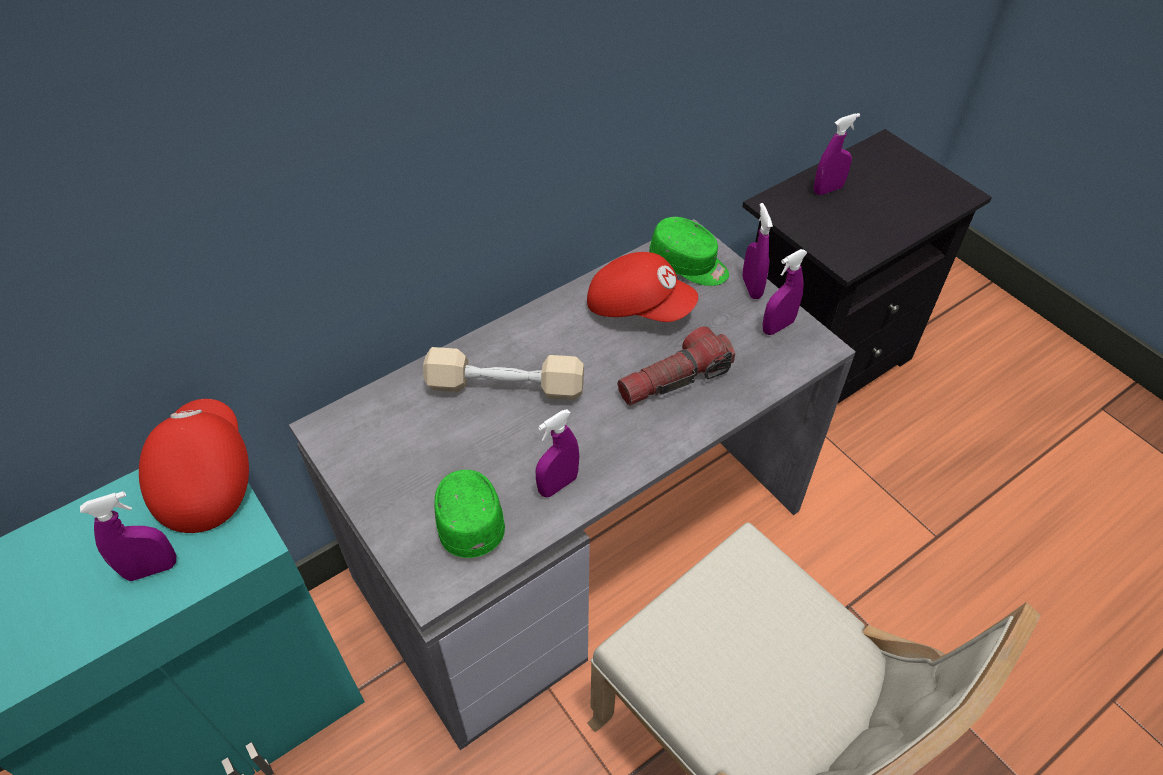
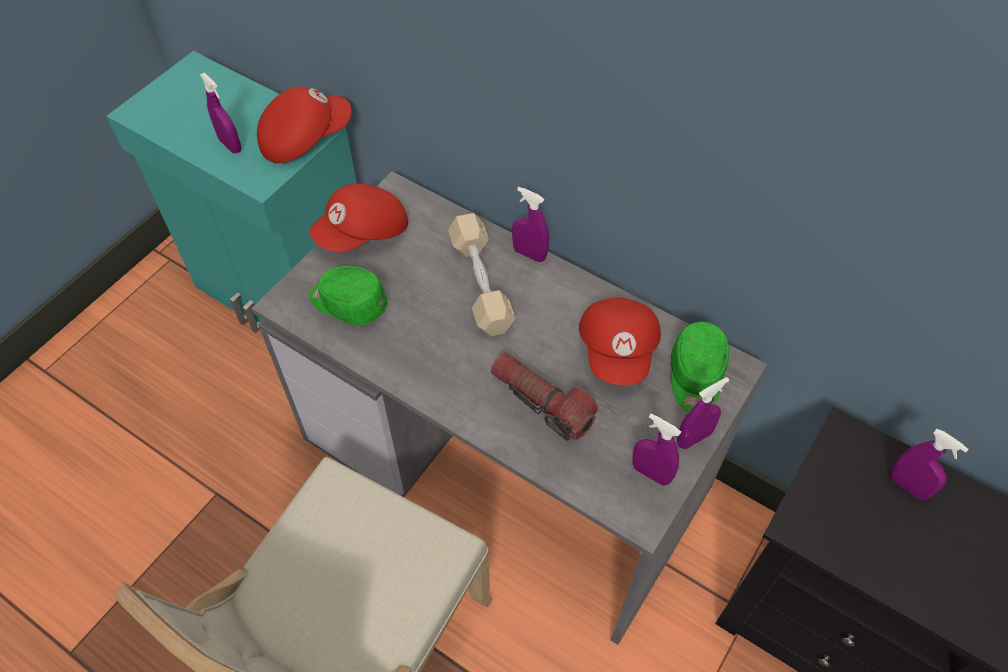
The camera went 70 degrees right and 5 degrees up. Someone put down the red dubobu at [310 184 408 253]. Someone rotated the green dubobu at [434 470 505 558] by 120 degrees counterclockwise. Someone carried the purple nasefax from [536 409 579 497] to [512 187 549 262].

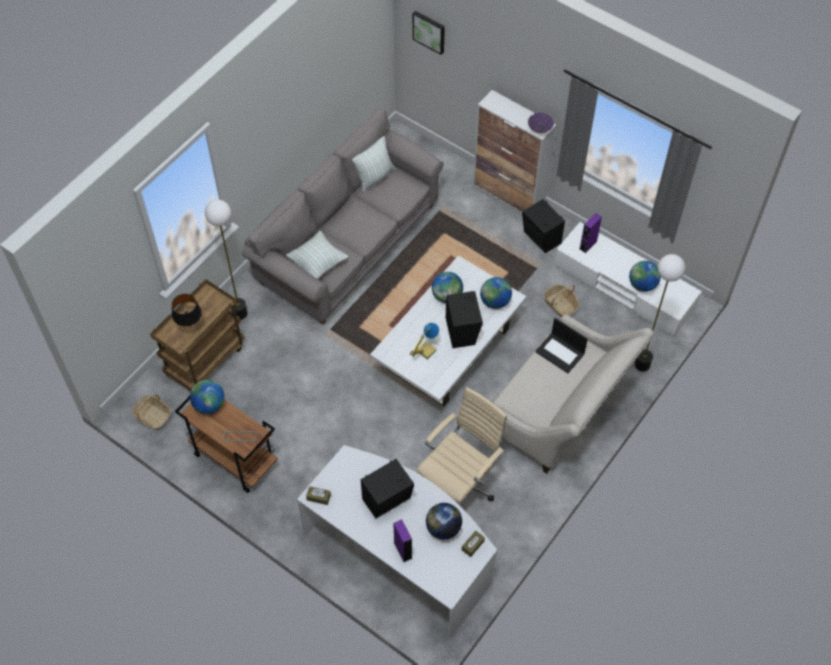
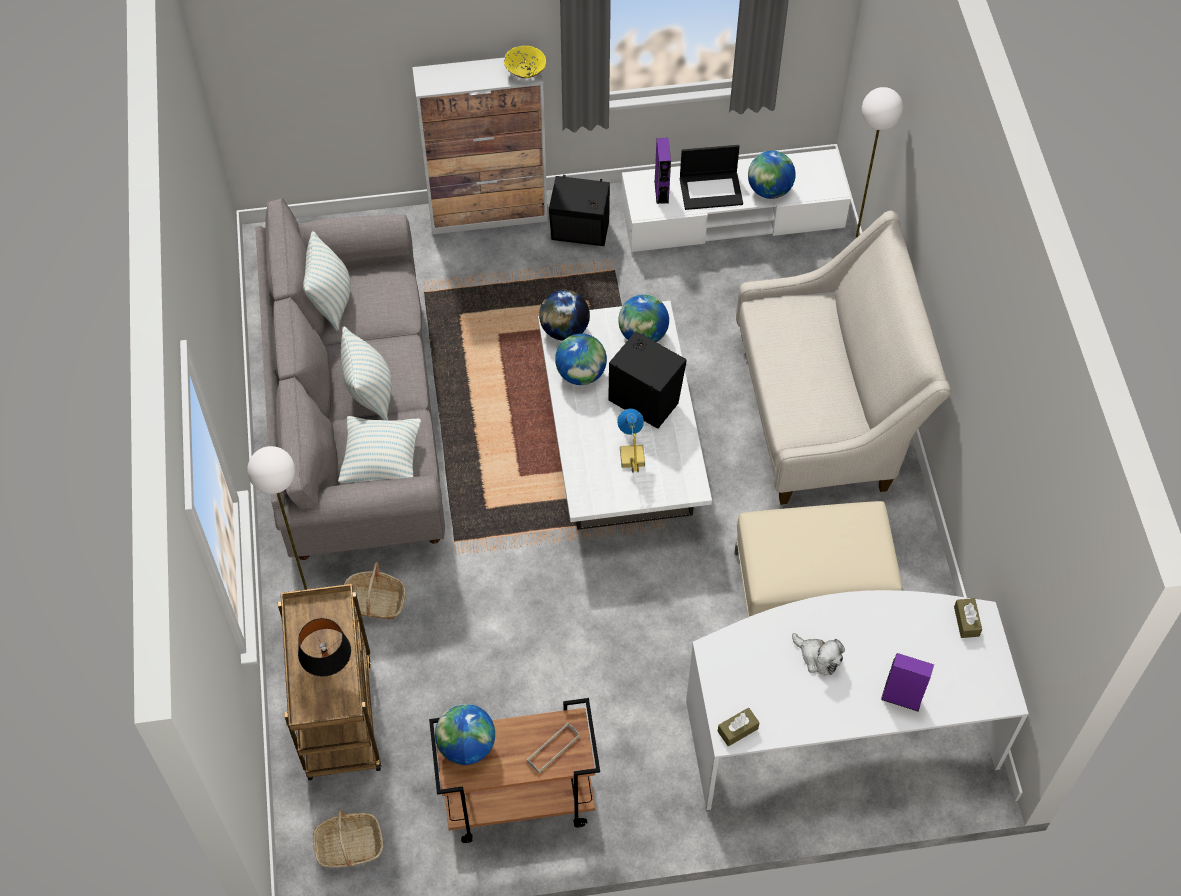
The camera went 45 degrees left and 0 degrees up. Someone put down the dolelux at [341 327 392 420]. Someone carried the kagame from [543 284 579 317] to [344 562 406 619]. Someone repainted the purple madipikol at [528 112 554 133], which became the yellow madipikol at [504 46 546 78]. Someone carried the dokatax from [426 503 462 540] to [539 290 590 341]. Someone carried the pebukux from [535 318 588 373] to [680 145 743 210]. Someone swapped the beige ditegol at [417 387 507 502] for the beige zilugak at [734 501 903 617]. Someone swapped the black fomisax at [361 459 414 518] for the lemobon at [792 633 845 675]. Someone took away the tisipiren at [413 11 445 55].

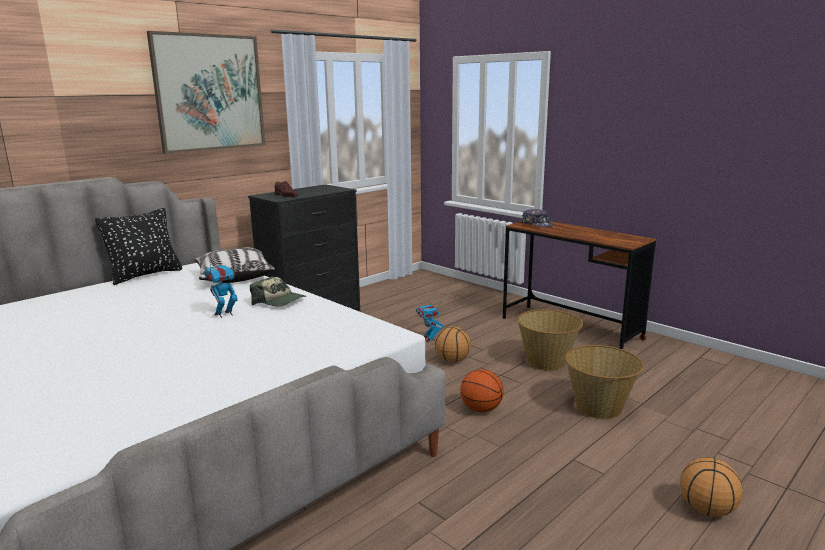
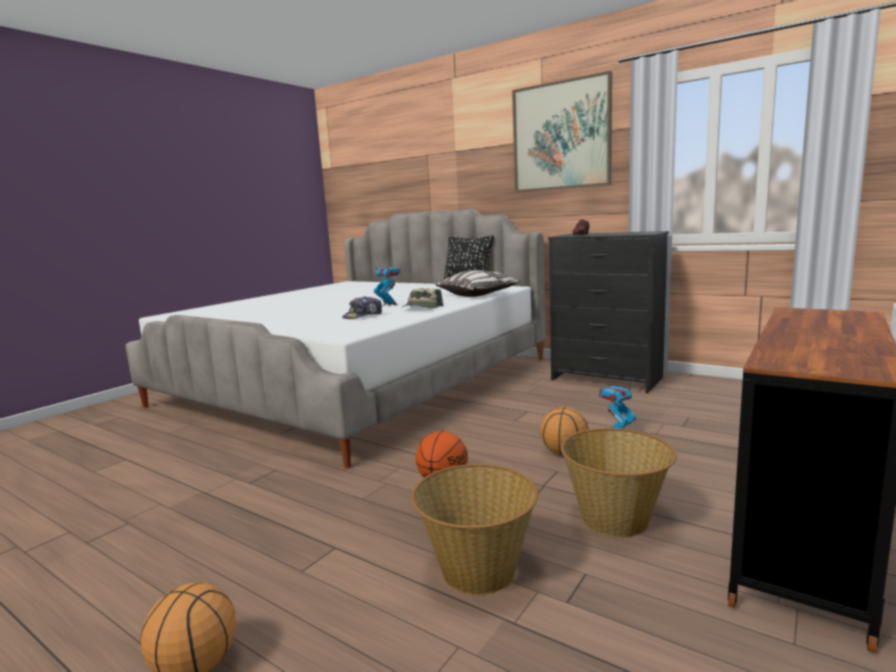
The camera went 80 degrees right and 5 degrees down. Someone carried the dubobu from [521 209 554 227] to [342 296 382 319].

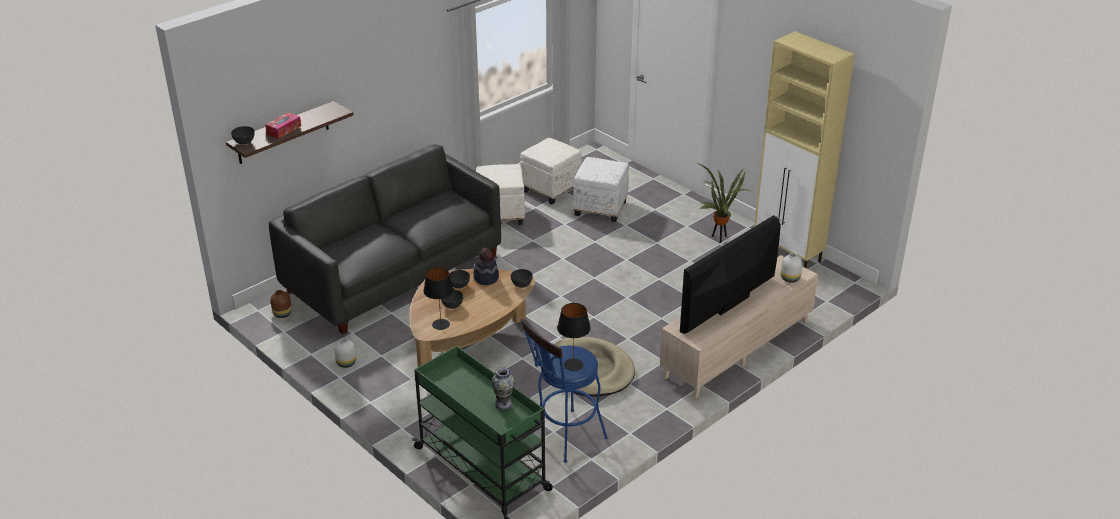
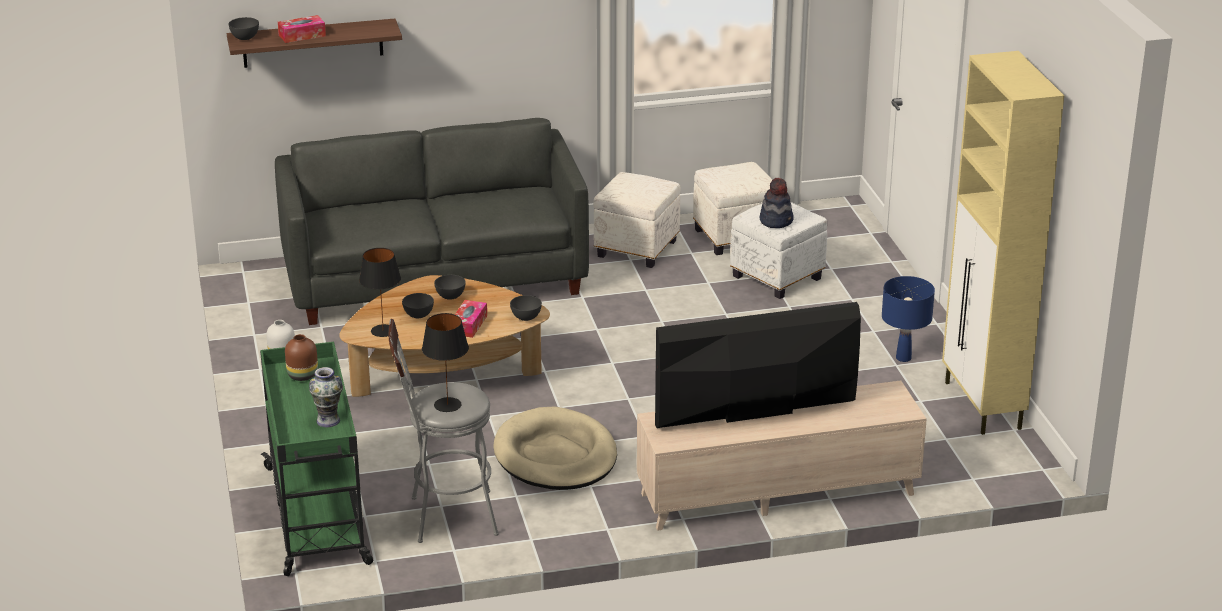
The camera went 30 degrees right and 5 degrees down. Someone carried the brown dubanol from [270 290 292 318] to [285 334 318 381]. Someone repainted the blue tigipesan at [520 319 608 463], which became the grey tigipesan at [389 319 499 543]. Someone put down the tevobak at [455 300 487 338]. Someone carried the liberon from [473 248 499 285] to [759 178 794 228]. Someone swapped the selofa at [695 162 750 243] for the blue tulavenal at [882 276 935 362]. Someone took away the white dubanol at [781 253 802 283].

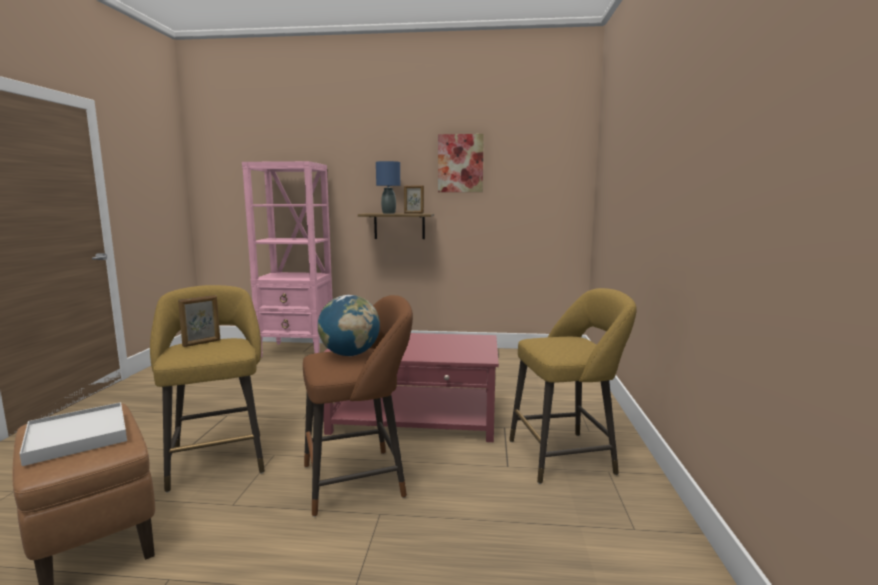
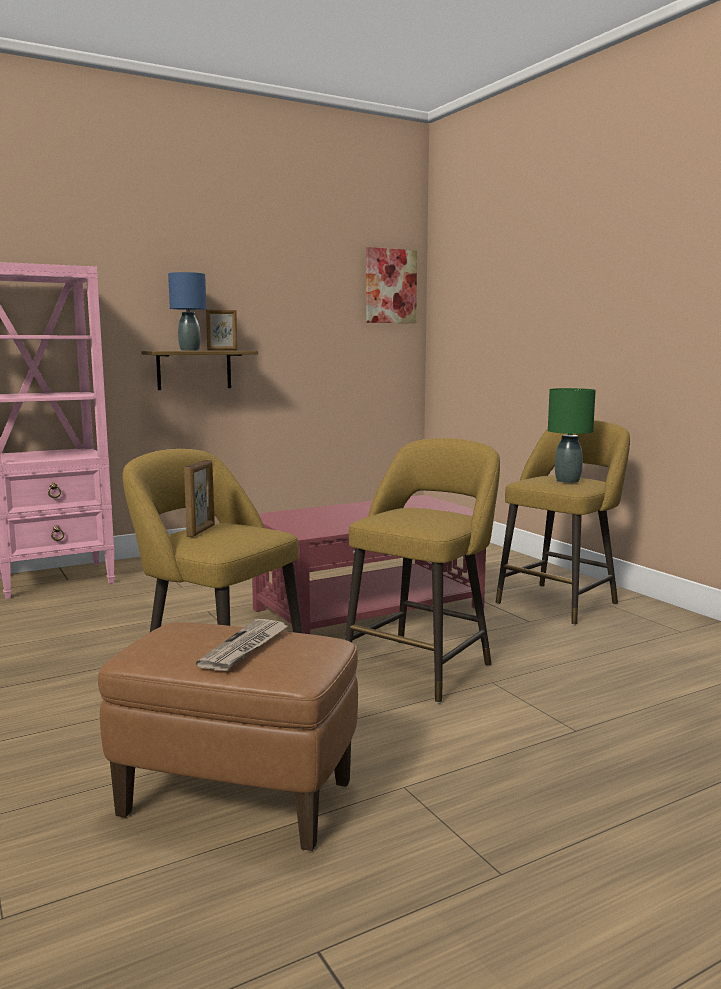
The camera went 35 degrees left and 0 degrees up. Someone swapped the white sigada at [20 402 127 466] for the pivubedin at [196 619 288 671]. Someone repainted the brown tigipesan at [303 295 413 517], which became the yellow tigipesan at [345 438 500 703]. Someone carried the tisipiren from [438 134 484 192] to [366 247 417 323]. Someone put down the green tulavenal at [548 388 596 483]. Someone took away the dokatax at [318 295 380 356].

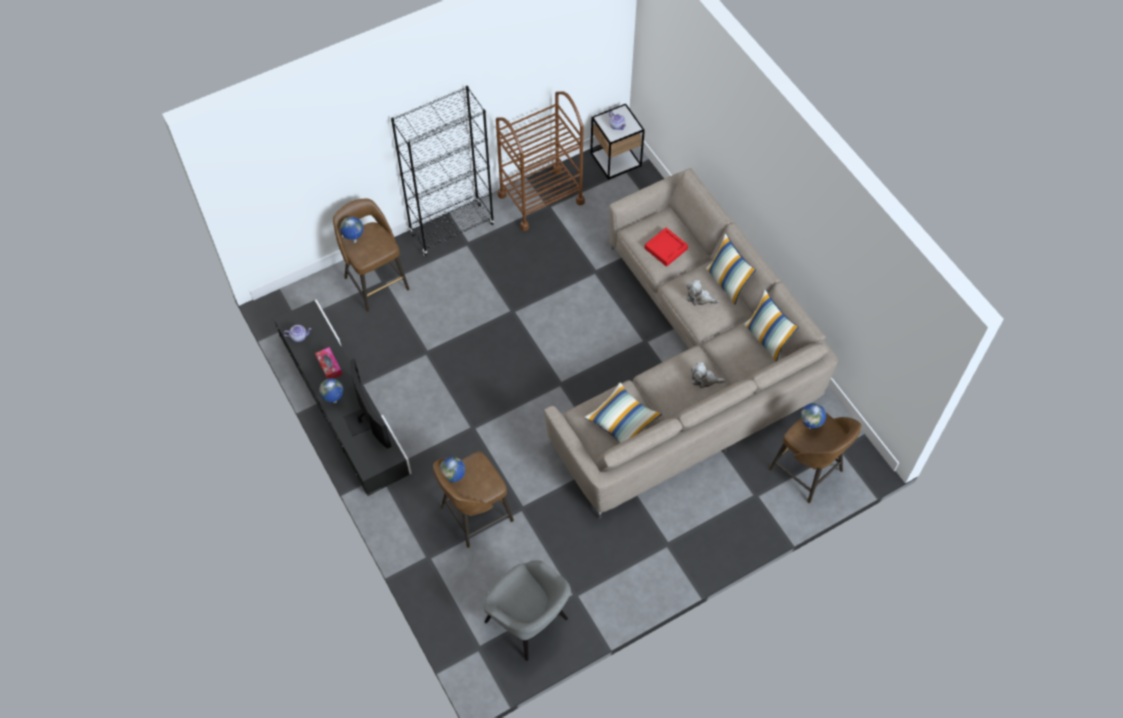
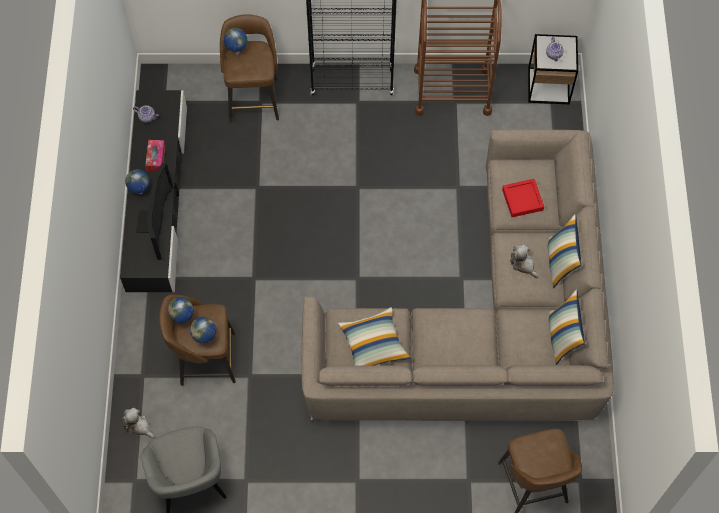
The camera went 30 degrees right and 5 degrees up. Someone carried the lemobon from [691 362 726 388] to [122 408 154 439]. Someone carried the dokatax from [801 403 826 429] to [190 317 216 343].

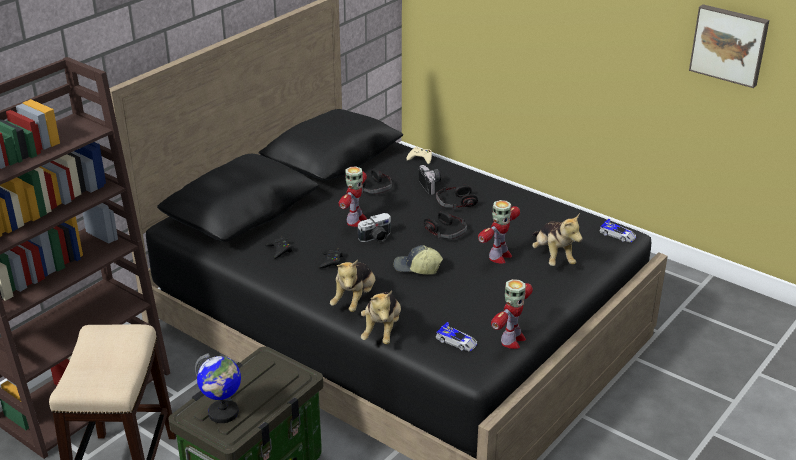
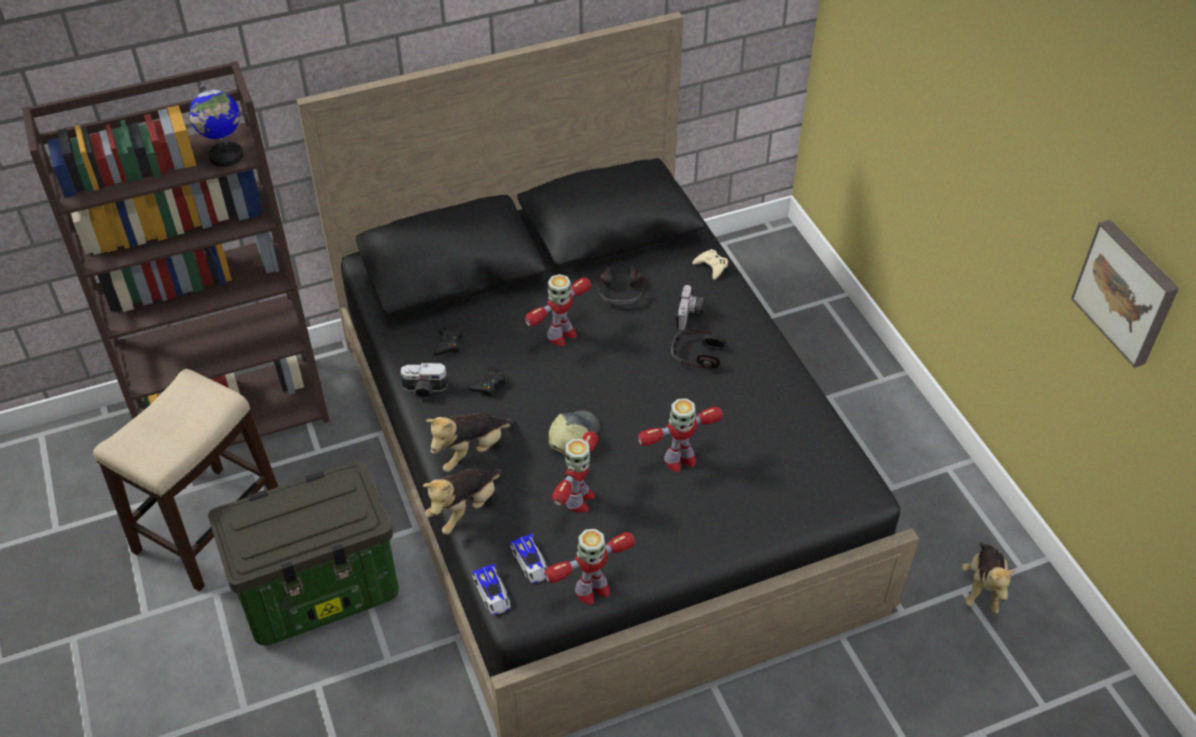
The camera went 30 degrees right and 15 degrees up. Someone carried the dokatax from [195 353 241 423] to [189 83 243 167]. Someone carried the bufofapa from [358 213 391 242] to [400 363 448 400]. Someone carried the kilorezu from [599 219 636 242] to [472 563 511 615]. Someone rotated the dubobu at [394 245 443 275] by 75 degrees clockwise. Someone put down the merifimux at [552 431 598 513]. Someone carried the lemobon from [532 214 583 266] to [961 543 1015 614]. Someone took away the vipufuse at [424 211 467 239].

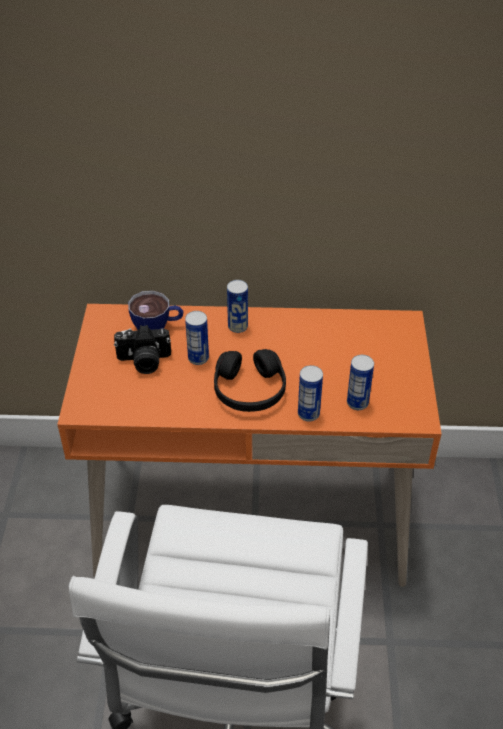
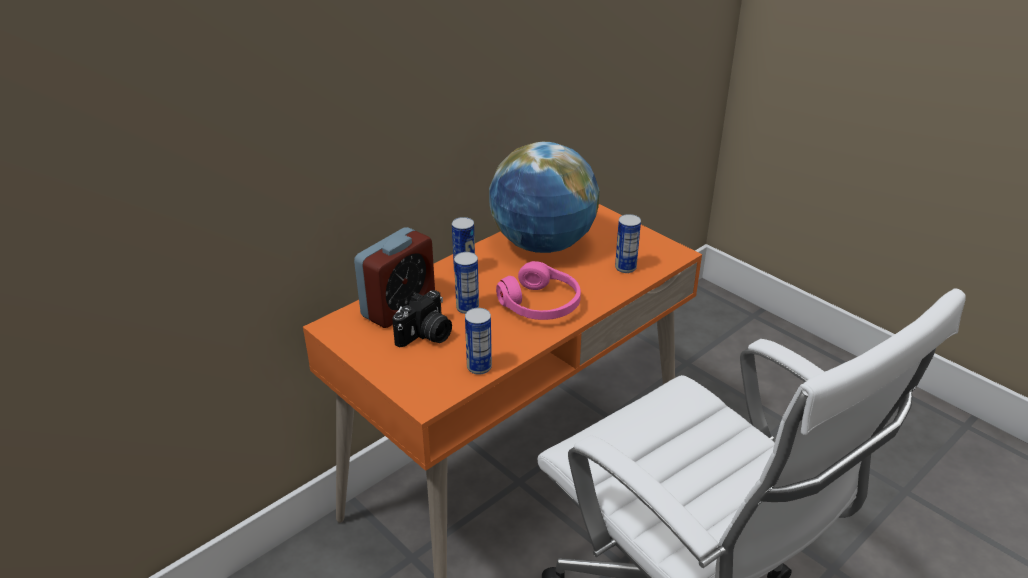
The camera went 45 degrees left and 10 degrees down. Someone swapped the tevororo at [128 291 183 330] for the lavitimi at [354 227 435 328]. Someone carried the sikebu from [298 365 323 422] to [465 308 492 375]. Someone put down the dokatax at [489 142 600 253]. Someone repainted the black vipufuse at [214 349 286 412], which became the pink vipufuse at [496 261 581 320].

